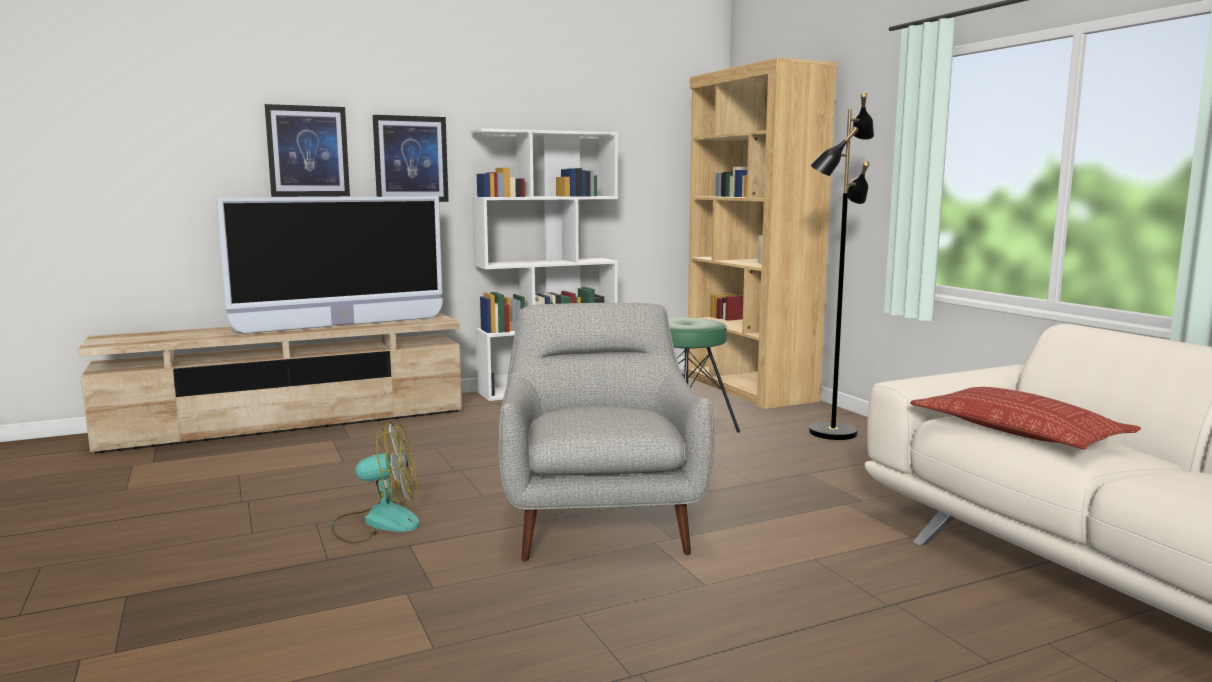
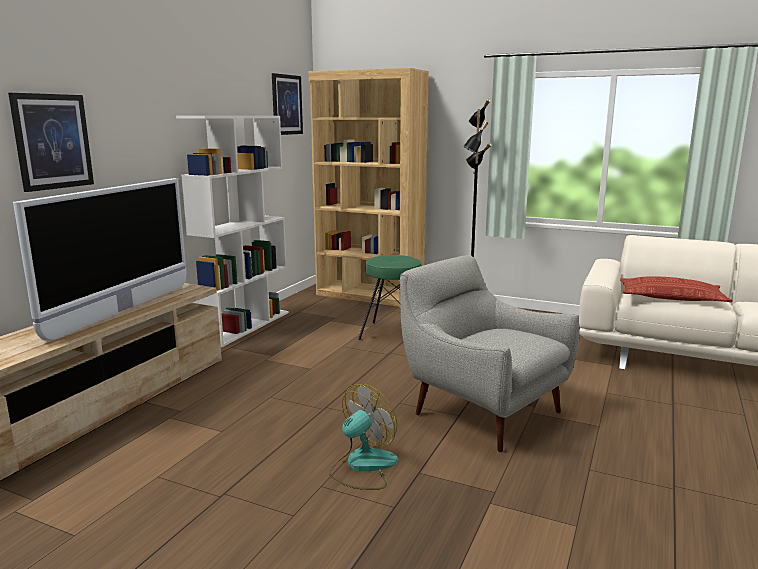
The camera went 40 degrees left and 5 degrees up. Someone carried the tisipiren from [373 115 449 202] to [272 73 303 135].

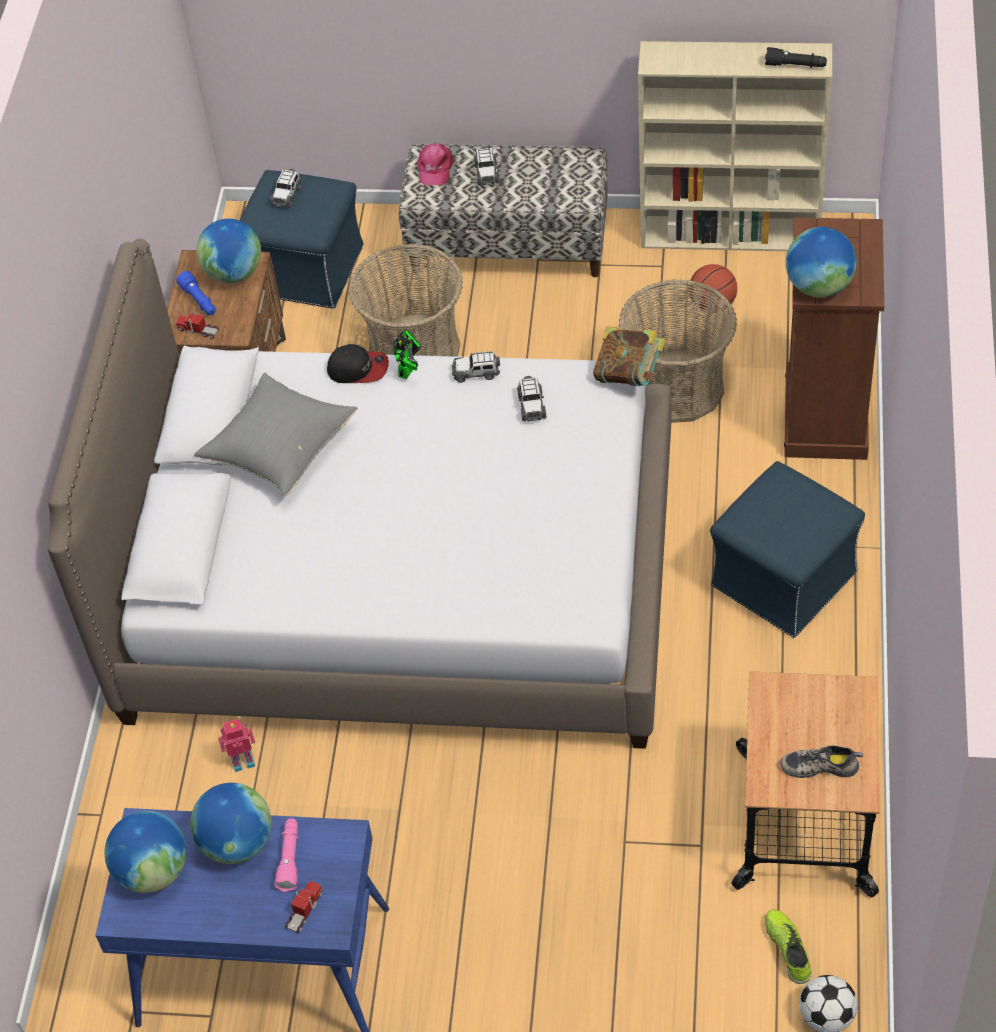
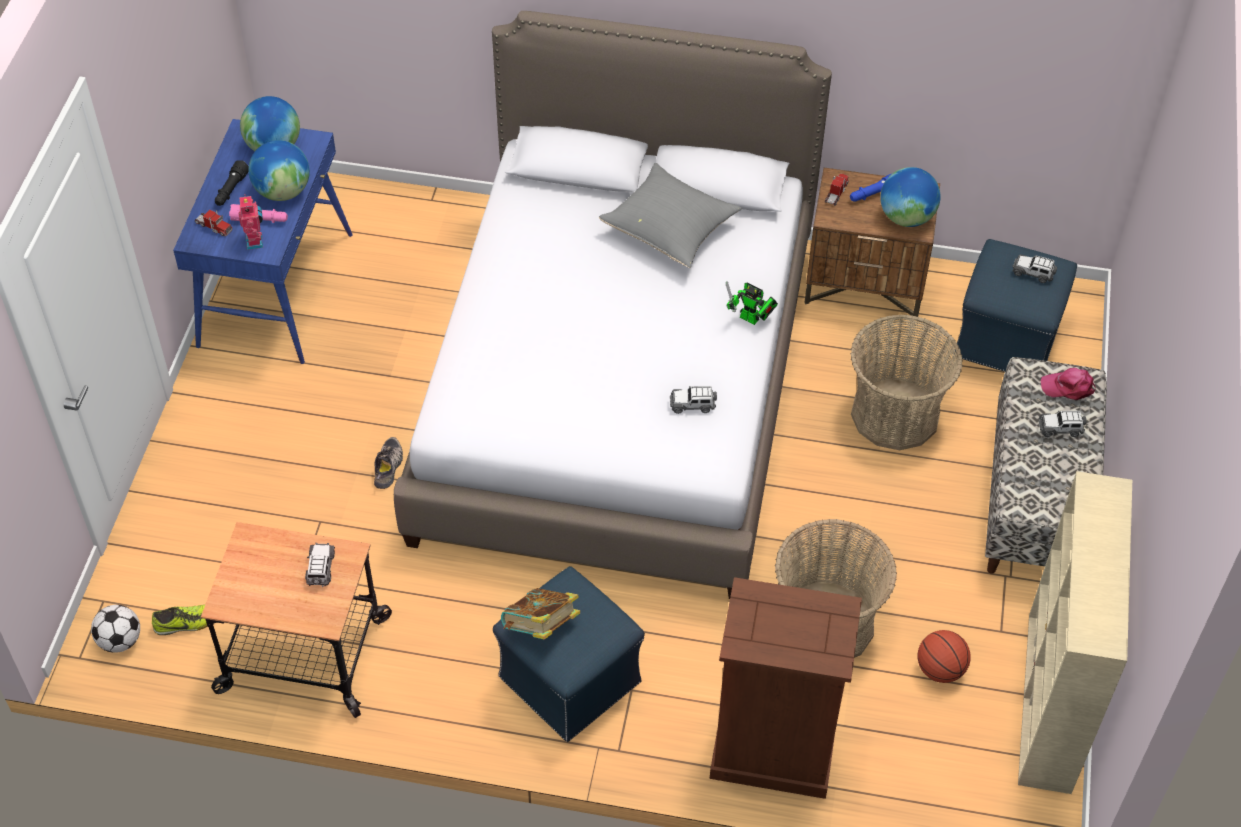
The camera went 90 degrees right and 0 degrees up. Someone carried the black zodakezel from [765 47 827 68] to [215 160 249 206]. Someone carried the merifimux from [218 719 255 772] to [239 196 263 250]. Someone carried the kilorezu from [452 351 500 383] to [305 543 335 587]. Someone carried the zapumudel from [780 745 863 778] to [374 437 403 489]. Someone carried the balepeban from [593 326 666 386] to [501 588 580 640]. Someone took away the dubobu at [327 344 389 383]. Someone took away the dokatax at [786 227 857 298].

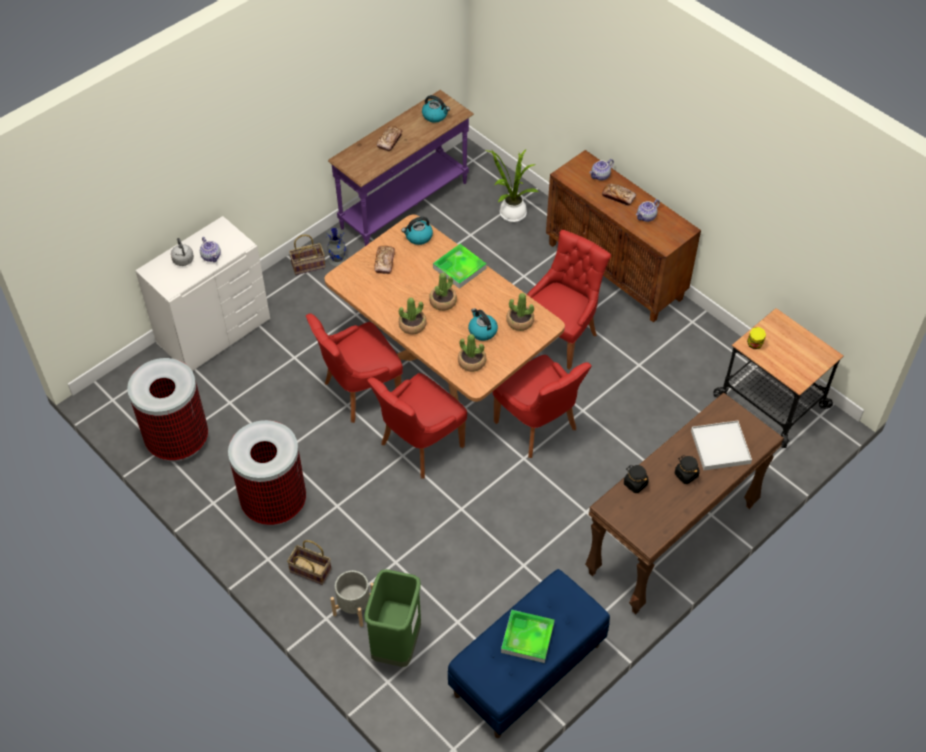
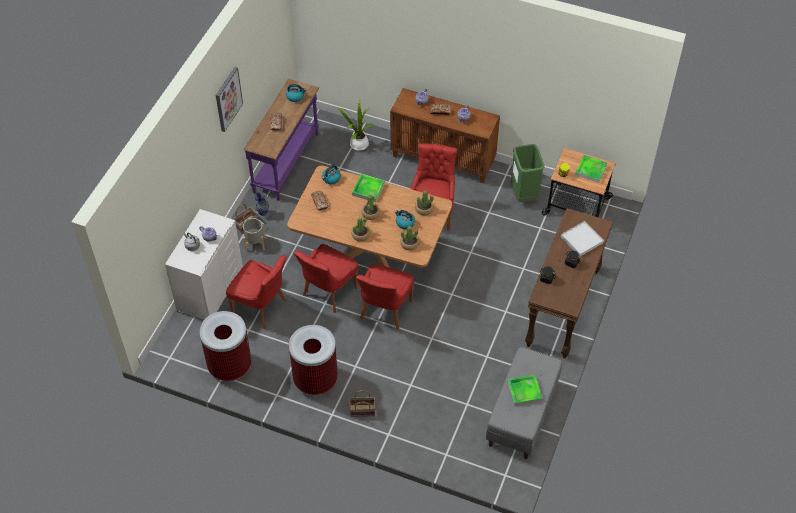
The camera went 25 degrees left and 0 degrees up. Someone put up the tisipiren at [216 67 243 132]. Someone carried the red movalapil from [493 355 592 458] to [226 255 287 329]. Someone carried the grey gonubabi from [330 570 374 627] to [243 218 265 251]. Someone repainted the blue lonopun at [448 569 610 738], which became the grey lonopun at [486 347 562 459]. Someone carried the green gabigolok from [364 569 421 667] to [511 144 544 202]. Someone put down the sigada at [575 155 607 183].

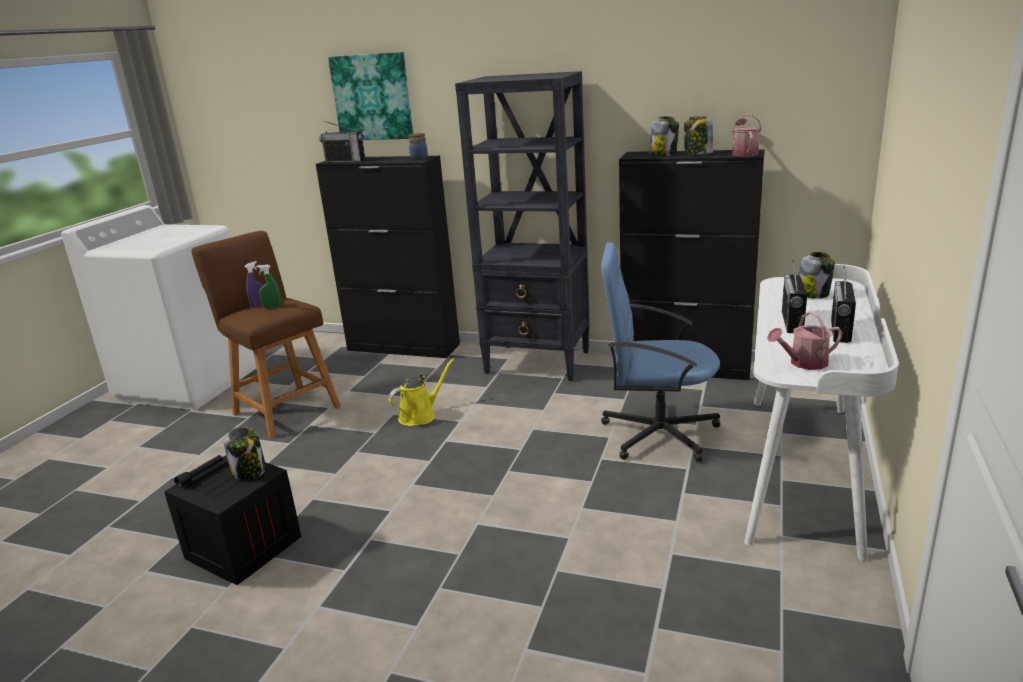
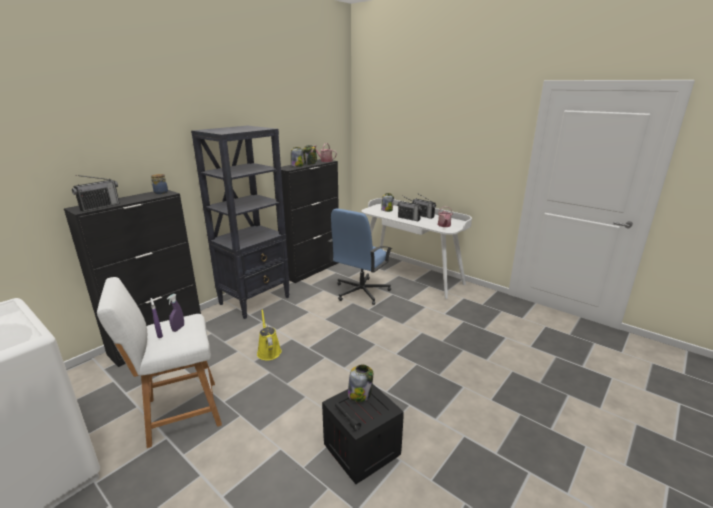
The camera went 70 degrees left and 0 degrees up. Someone repainted the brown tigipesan at [191 231 341 438], which became the white tigipesan at [97 277 222 448]. Someone repainted the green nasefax at [256 265 281 308], which became the purple nasefax at [167 294 184 332]. Someone took away the tisipiren at [328 52 413 140].

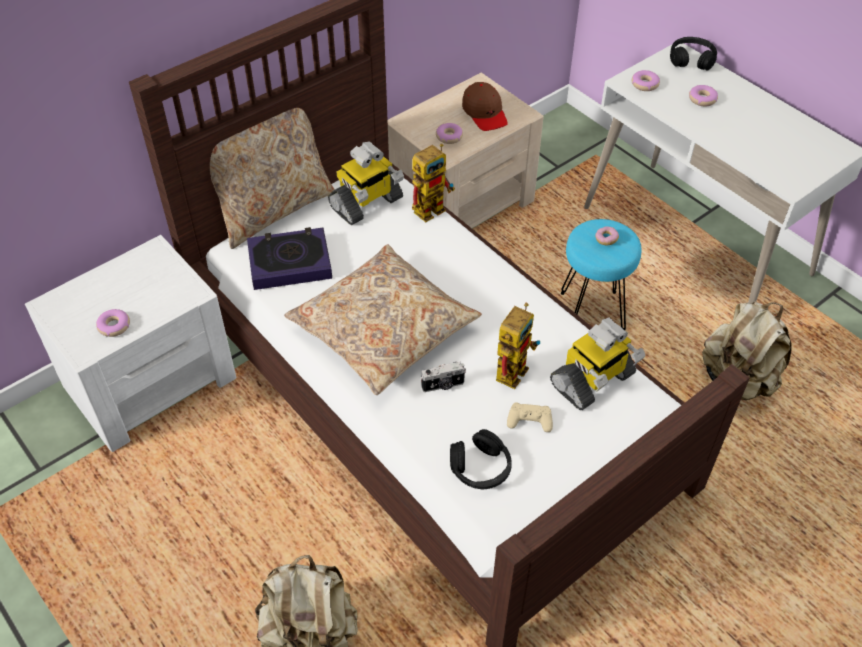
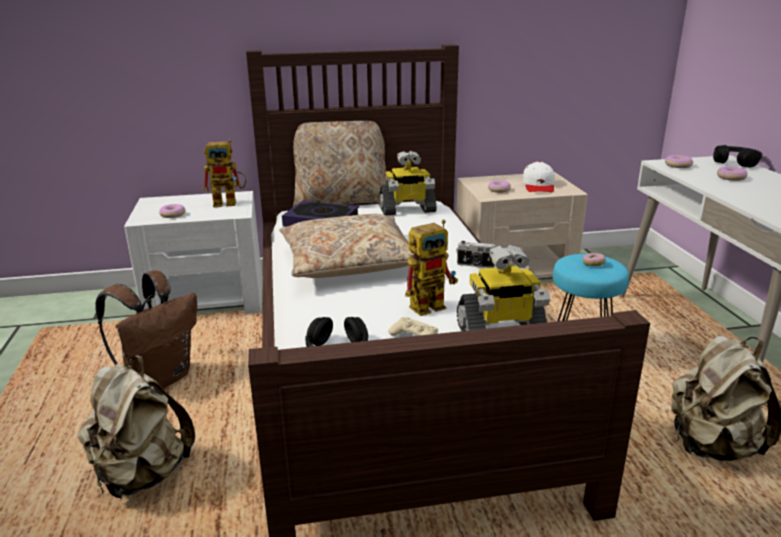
The camera went 30 degrees right and 25 degrees down. Someone put down the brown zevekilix at [95 270 197 388]. Someone carried the merifimux from [412 143 455 222] to [203 139 246 207]. Someone carried the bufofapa from [420 362 466 392] to [456 241 496 268]. Someone repainted the brown dubobu at [462 82 508 131], which became the white dubobu at [522 161 555 193].

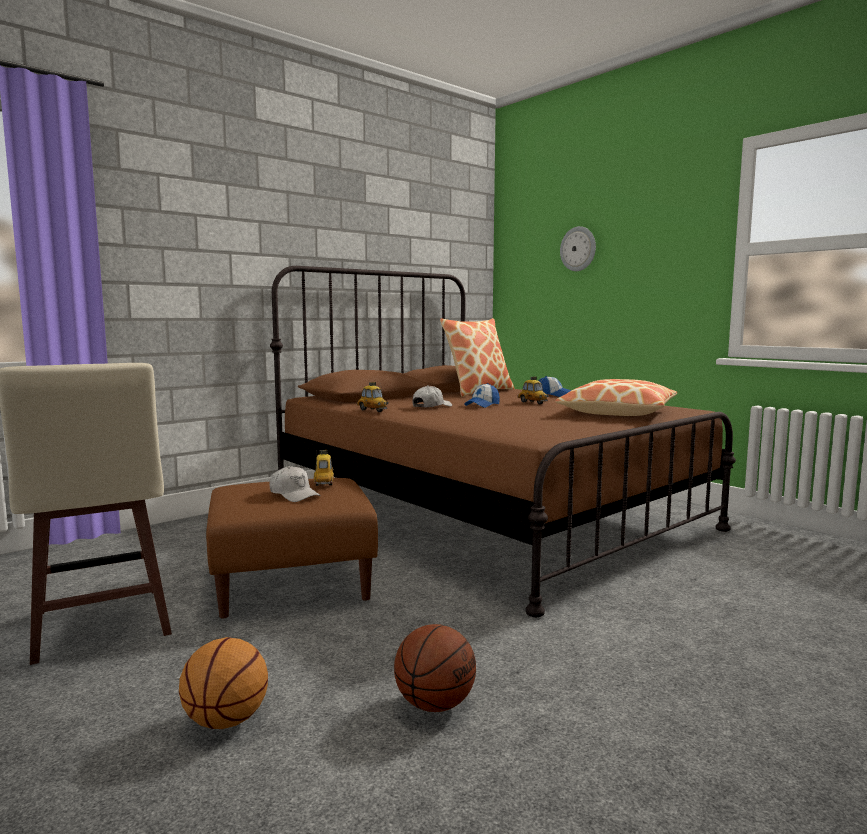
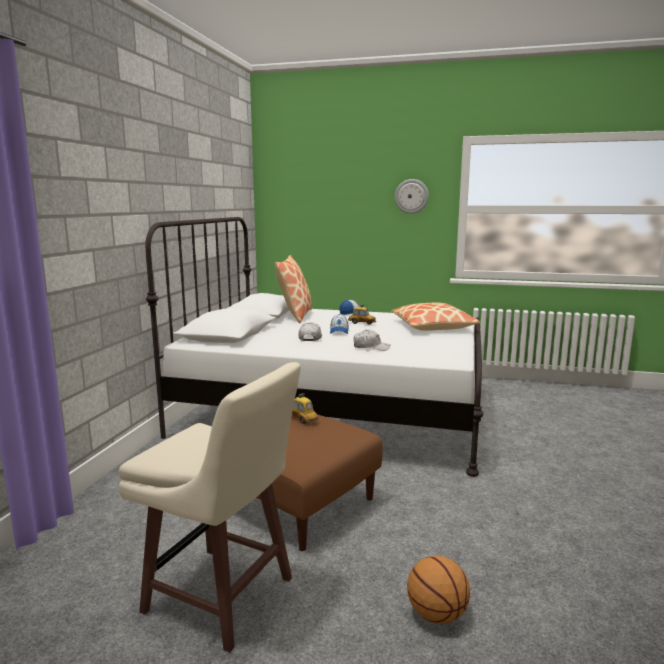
The camera went 35 degrees left and 5 degrees up. Someone repainted the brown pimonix at [270 266 736 617], which became the white pimonix at [145 217 483 477]. Someone carried the white dubobu from [269 466 320 502] to [353 330 390 351]. Someone carried the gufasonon from [560 226 596 271] to [395 179 429 214]. Someone took away the kilorezu at [357 382 389 412]. Someone took away the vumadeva at [394 624 476 712].

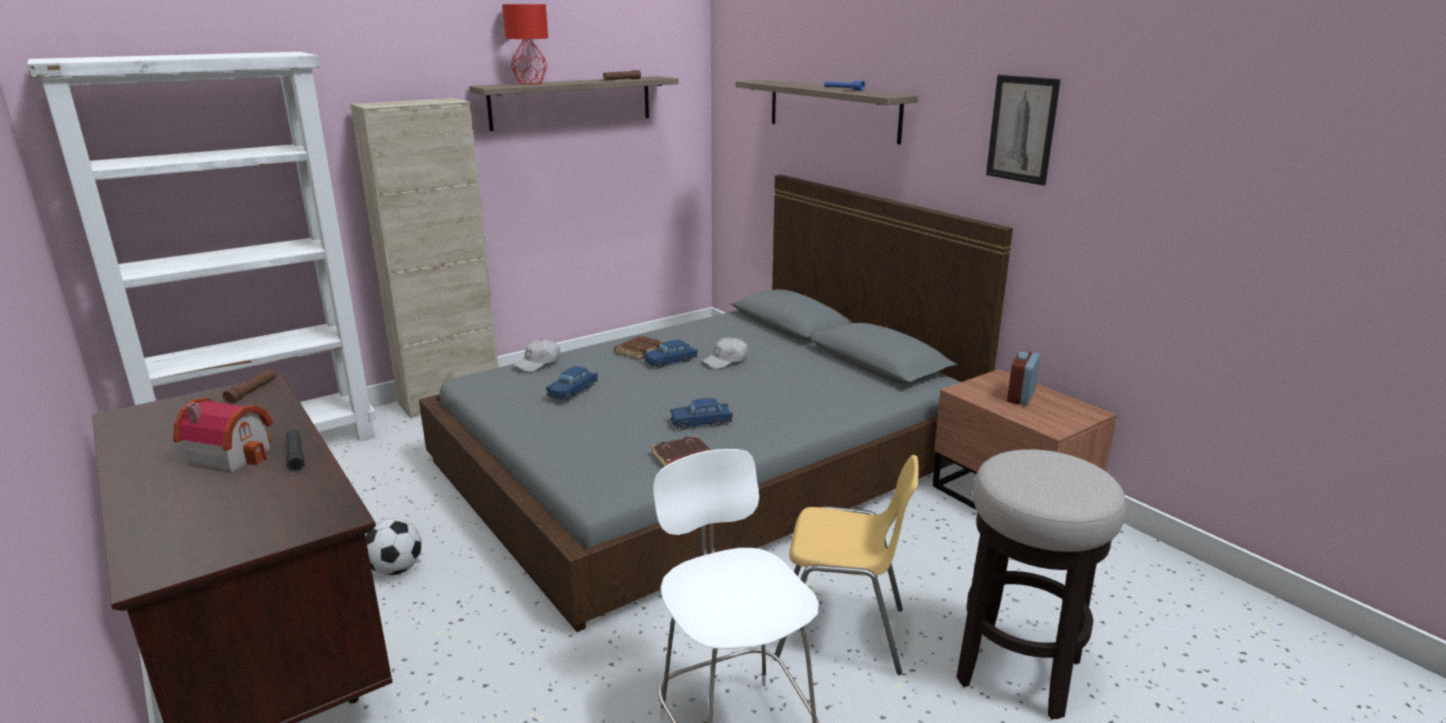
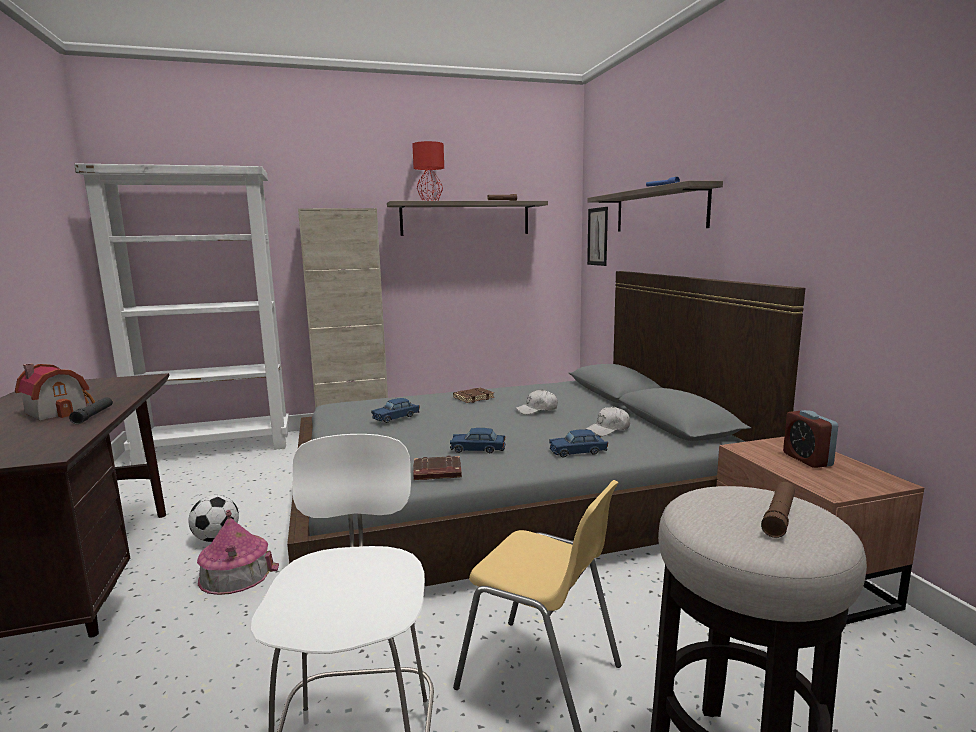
The camera went 20 degrees right and 10 degrees down. Someone put down the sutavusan at [197 510 279 595]. Someone carried the blue kilorezu from [644 340 698 368] to [549 429 608 457]. Someone carried the white dubobu from [513 339 560 372] to [585 407 630 436]. Someone carried the tisipiren from [986 75 1061 186] to [587 207 608 266]. Someone carried the brown zodakezel from [222 369 276 404] to [761 482 795 538]. Someone rotated the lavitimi at [1007 351 1040 405] by 60 degrees counterclockwise.

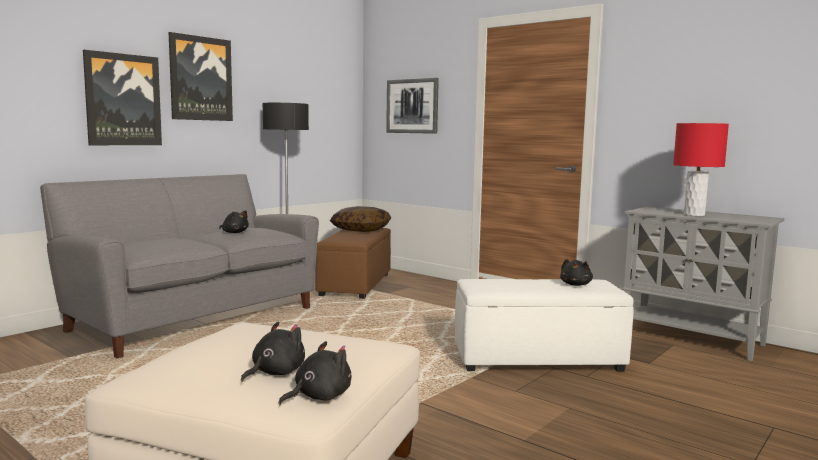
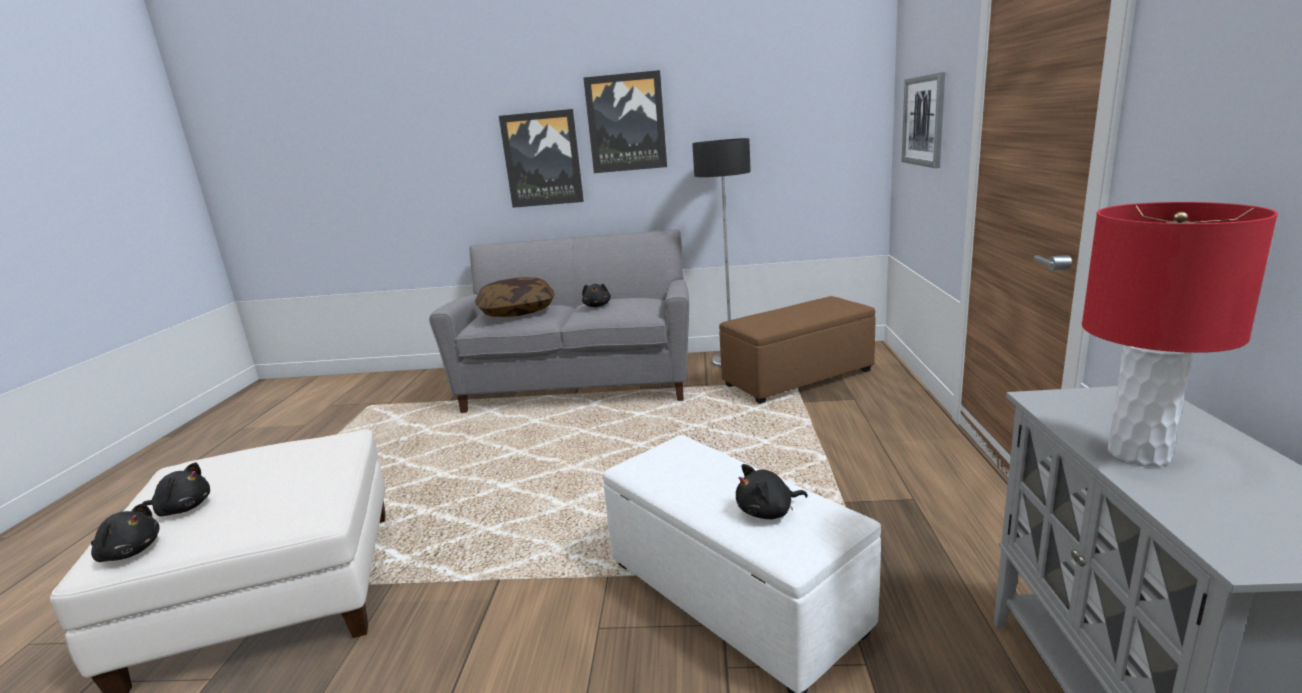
The camera went 55 degrees right and 10 degrees up. Someone carried the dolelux from [330 206 391 232] to [475 277 555 317].

